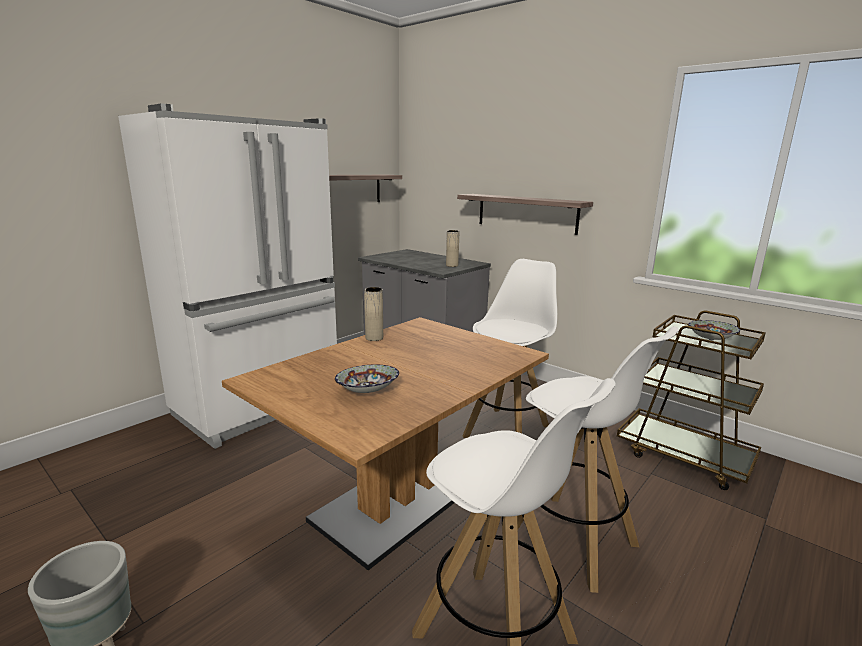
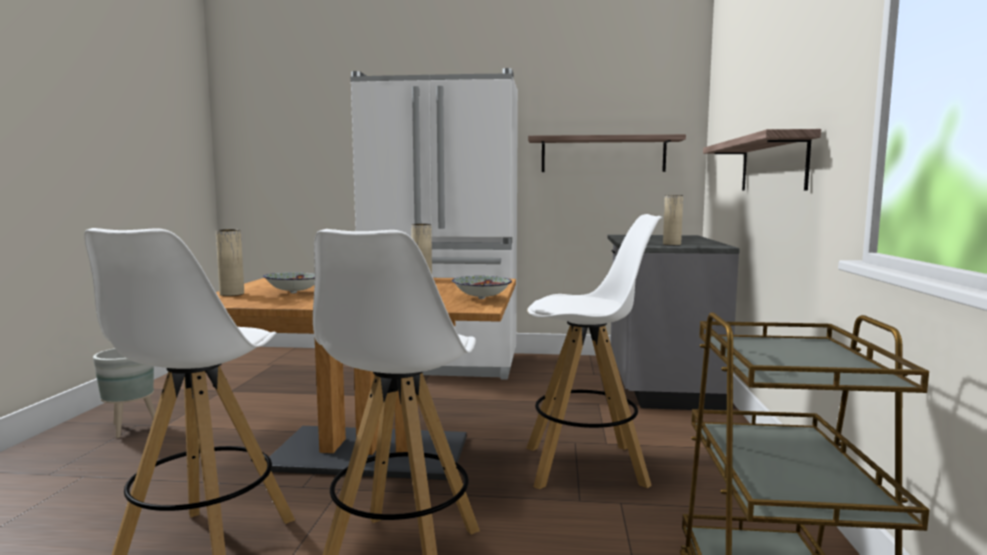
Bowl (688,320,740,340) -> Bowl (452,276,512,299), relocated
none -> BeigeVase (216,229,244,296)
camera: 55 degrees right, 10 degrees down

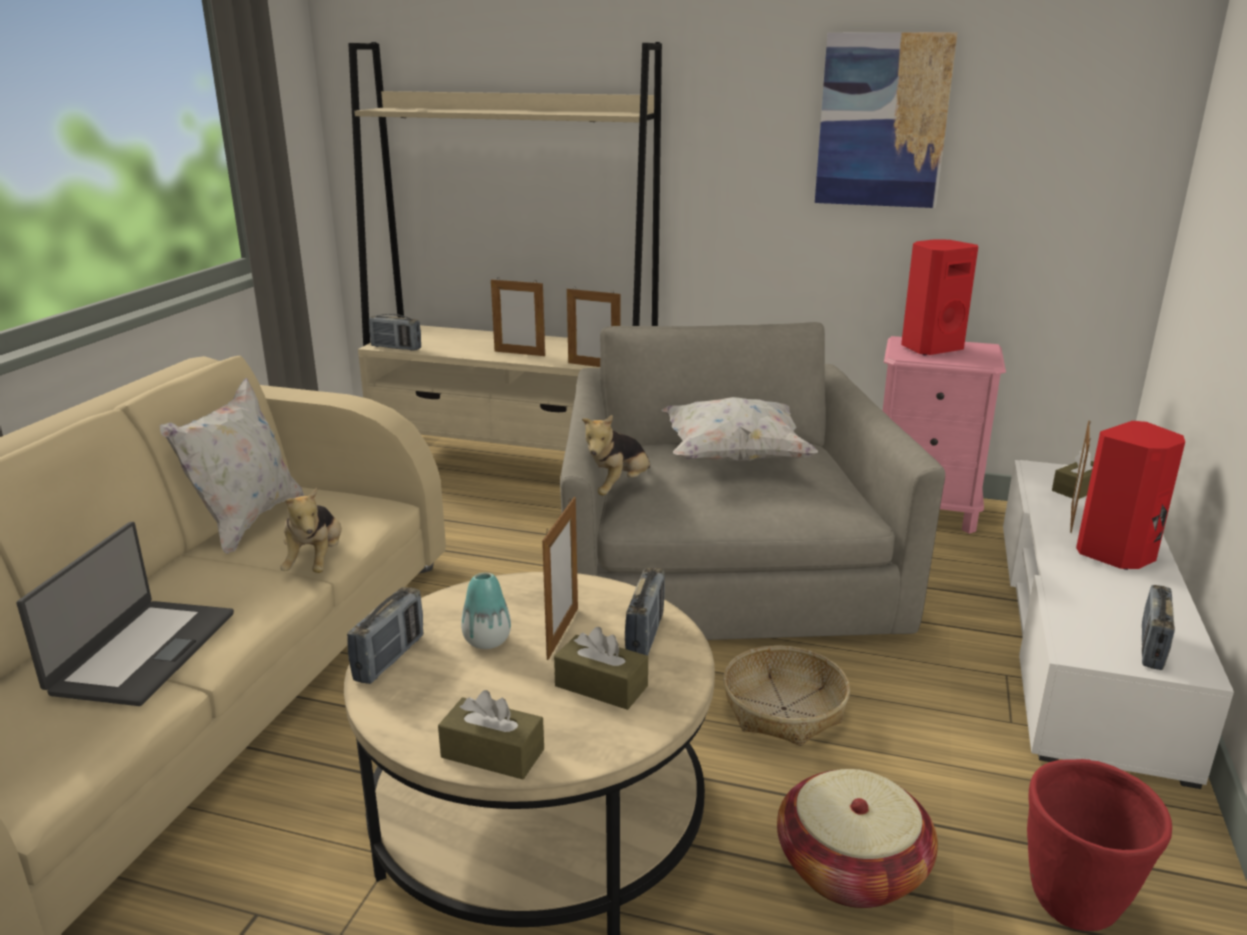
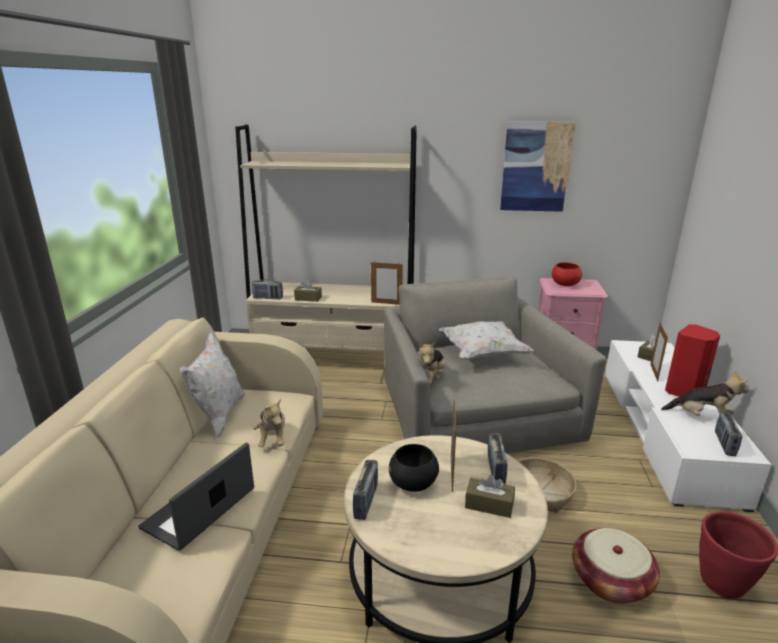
Laptop (17,522,234,706) -> Laptop (138,442,254,551), 150 degrees counterclockwise
BrownTissueBox (438,690,544,780) -> BrownTissueBox (294,279,322,302), relocated
Vase (461,573,511,649) -> BlackBowl (389,444,439,492)
PictureFrame (491,277,545,356) -> none
RedSpeaker (901,239,978,356) -> RedBowl (552,262,582,286)
none -> PlushToy (661,371,748,416)
camera: 10 degrees left, 0 degrees up

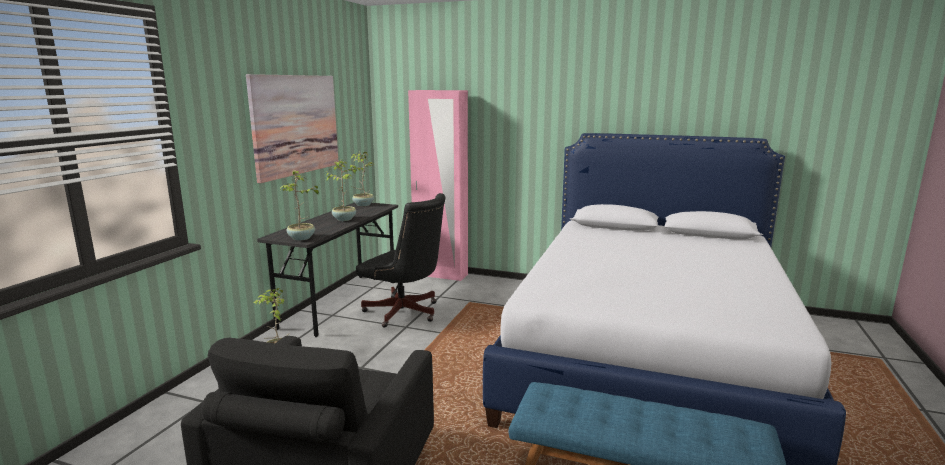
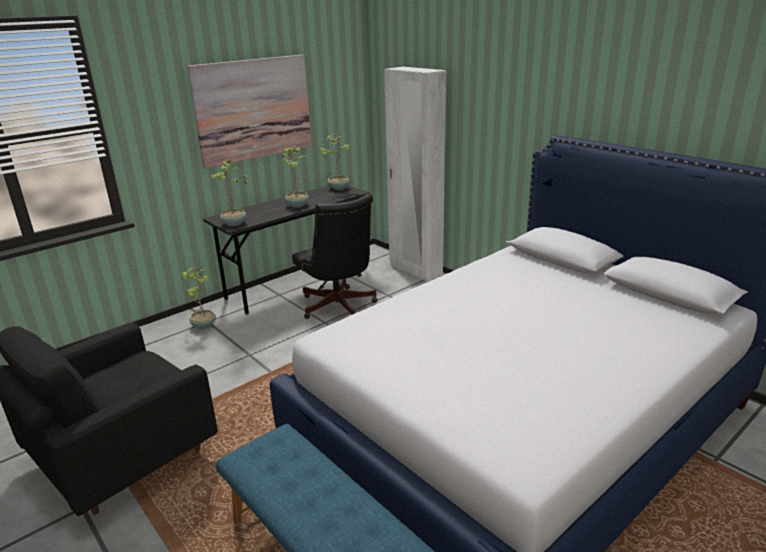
PinkWardrobe (408,90,468,281) -> WhiteWardrobe (384,67,446,281)
camera: 30 degrees right, 10 degrees up

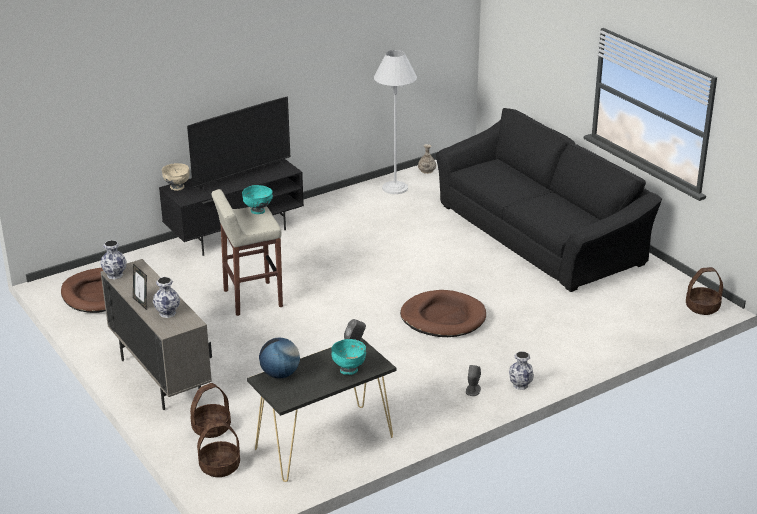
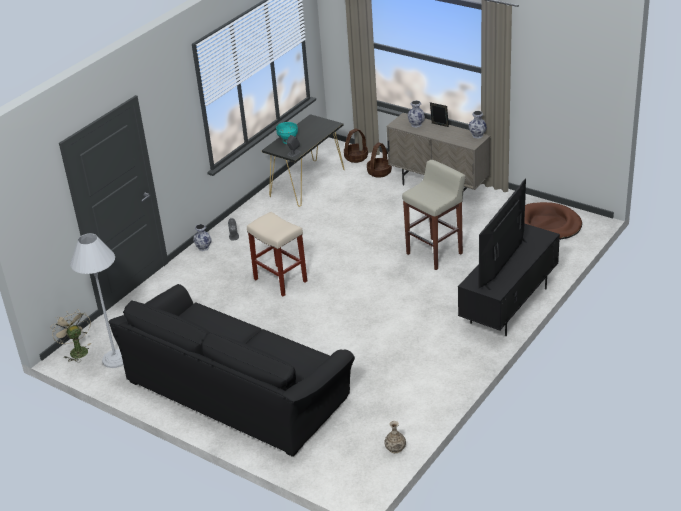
BeigeBowl (162,163,190,191) -> none
TurquoiseBowl (242,185,273,214) -> none
Globe (259,338,300,379) -> none
WhiteFloorLamp (374,50,417,194) -> WhiteFloorLamp (70,233,123,368), relocated
BrownDogBed (400,290,486,337) -> BeigeStool (247,212,307,296)
Basket (686,267,723,315) -> BeigeFan (50,310,92,362)
camera: 160 degrees right, 5 degrees up

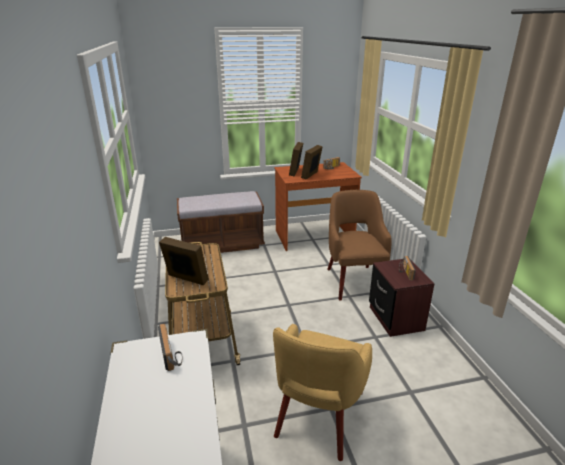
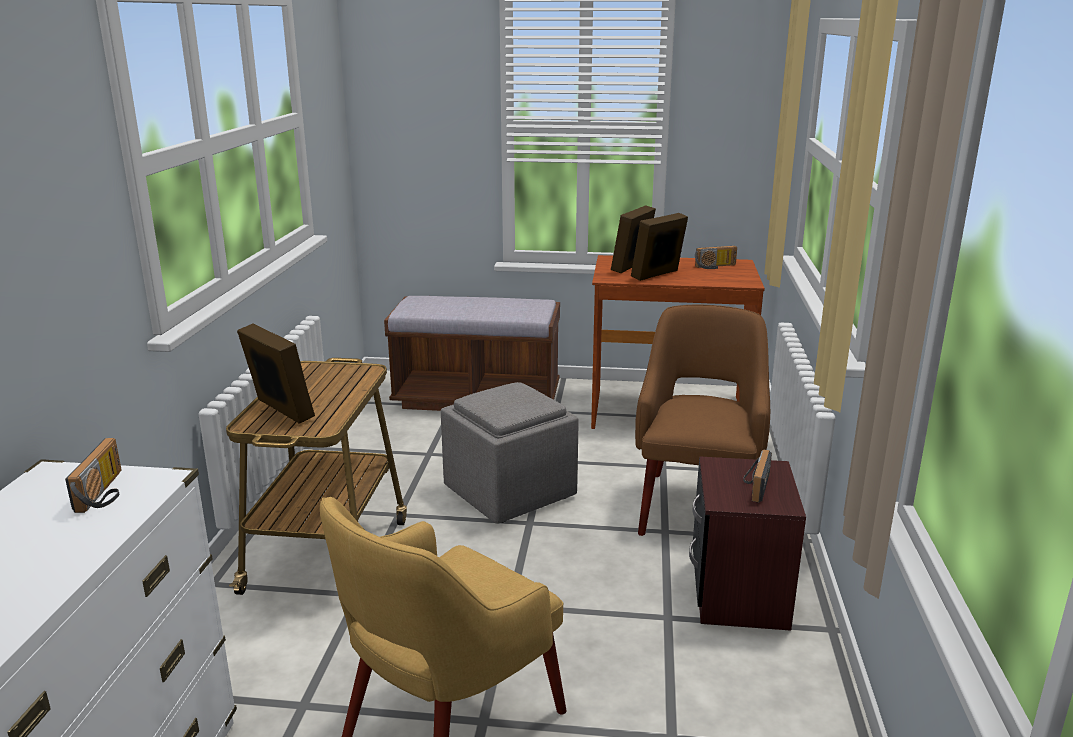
none -> GreyOttoman (441,382,579,524)
camera: 20 degrees right, 5 degrees down

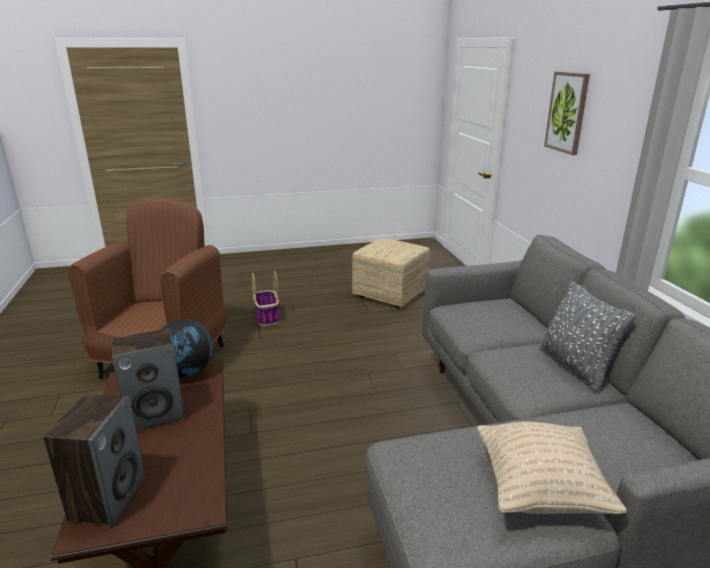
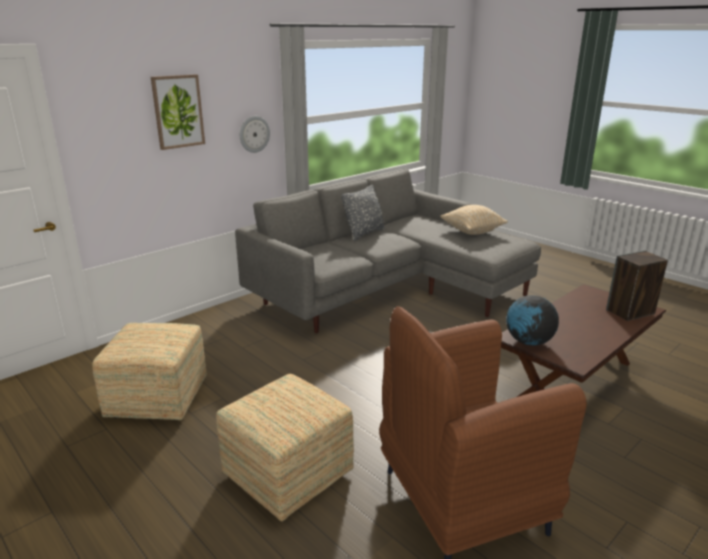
Speaker (112,328,185,431) -> none
Basket (252,271,279,326) -> Ottoman (216,374,354,522)
none -> WallClock (240,116,270,153)
camera: 120 degrees left, 0 degrees up

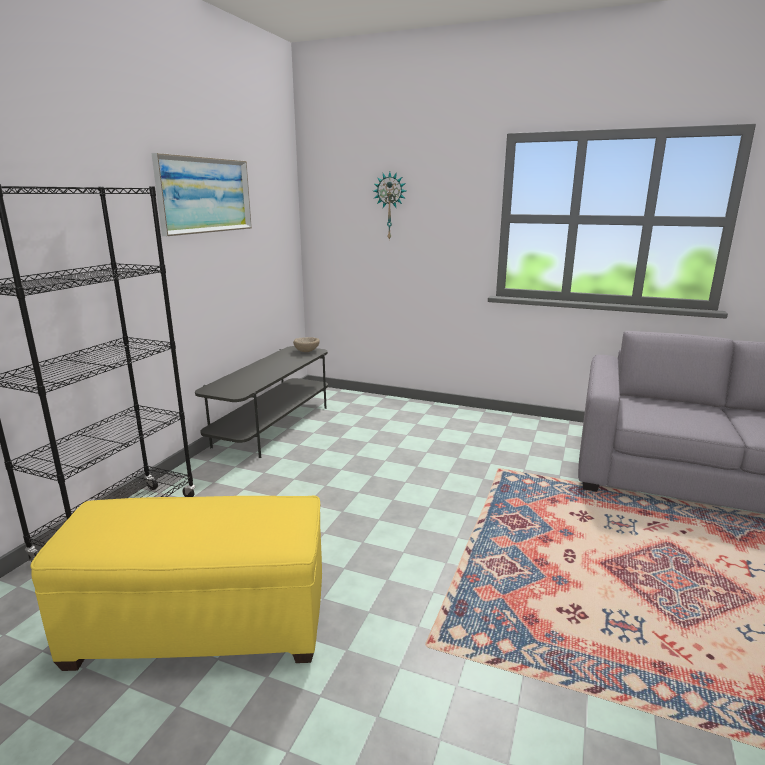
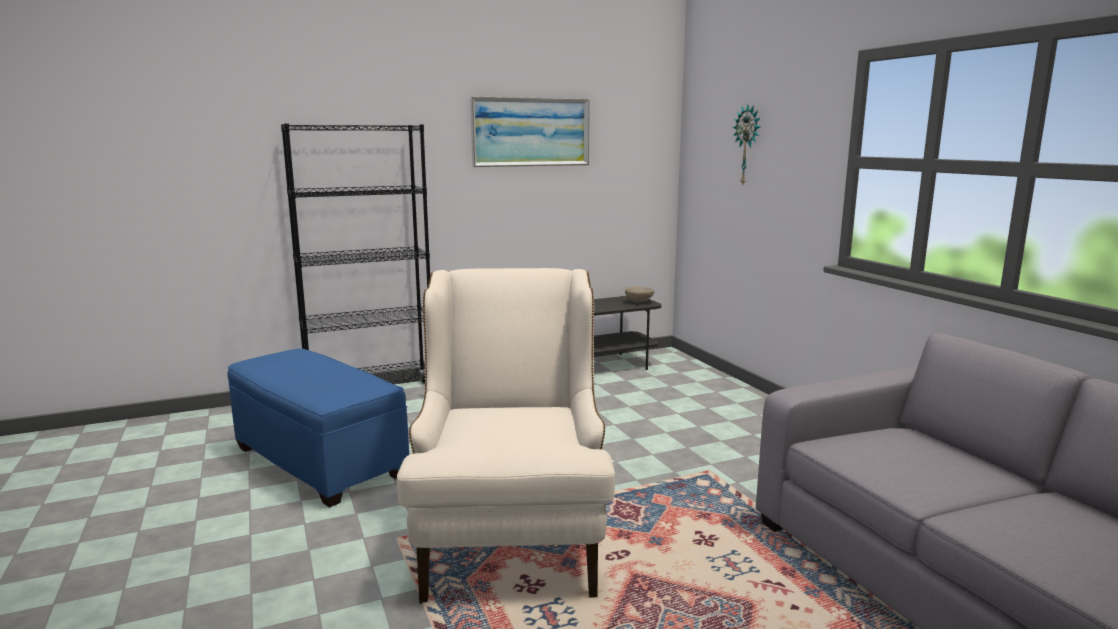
YellowOttoman (30,496,322,671) -> BlueOttoman (227,348,409,508)
none -> BeigeArmchair (397,268,615,604)
camera: 45 degrees right, 5 degrees down

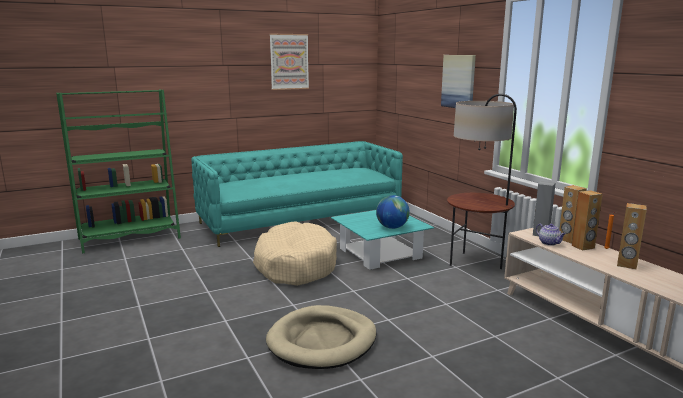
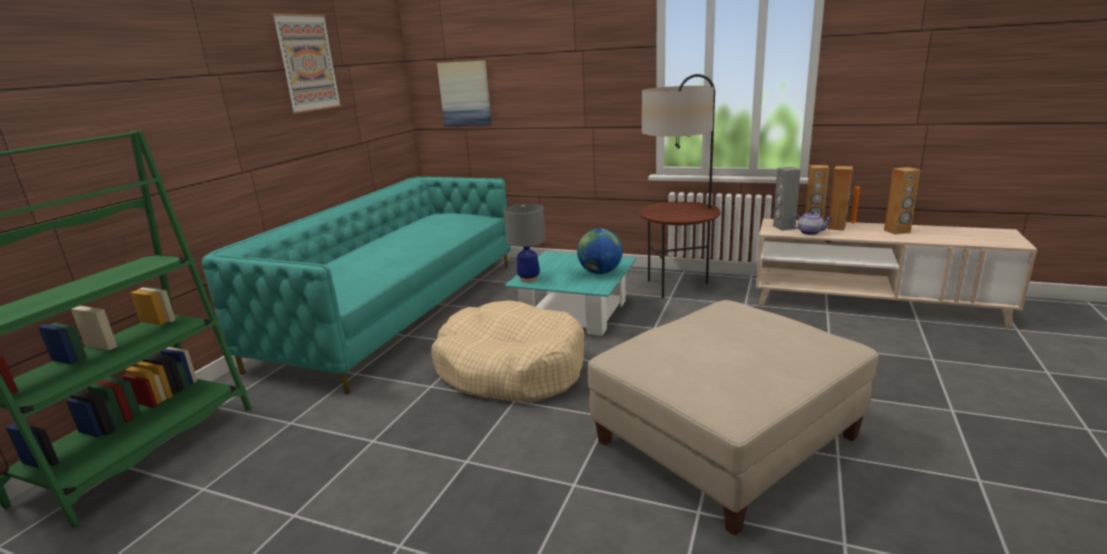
BeigeDogBed (266,305,377,369) -> BeigeOttoman (588,300,879,536)
Picture (441,55,476,108) -> Picture (437,60,492,127), relocated
none -> GreyTableLamp (504,203,545,282)
camera: 40 degrees left, 5 degrees up

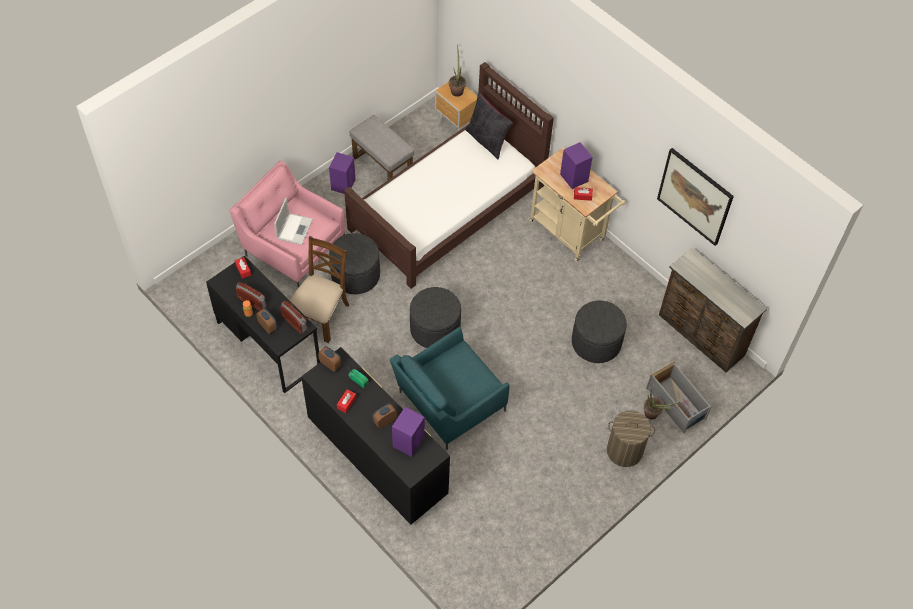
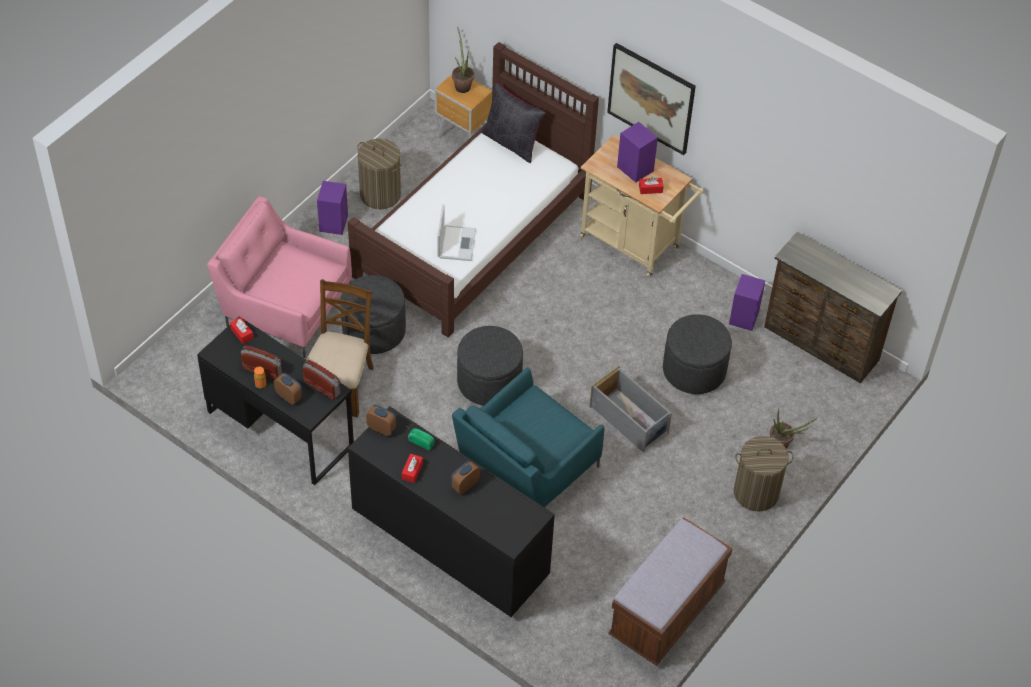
Laptop (274,198,313,245) -> Laptop (437,204,476,261), relocated
GreyOttoman (350,115,414,180) -> LaundryBasket (357,138,402,209)
PurpleSpeaker (392,407,425,457) -> PurpleSpeaker (729,274,766,331), relocated
GreyStorageBox (646,361,711,433) -> GreyStorageBox (589,366,672,453), relocated
Picture (657,148,734,246) -> Picture (607,43,696,155), relocated
none -> BrownBench (608,518,733,666)
camera: 10 degrees left, 5 degrees down

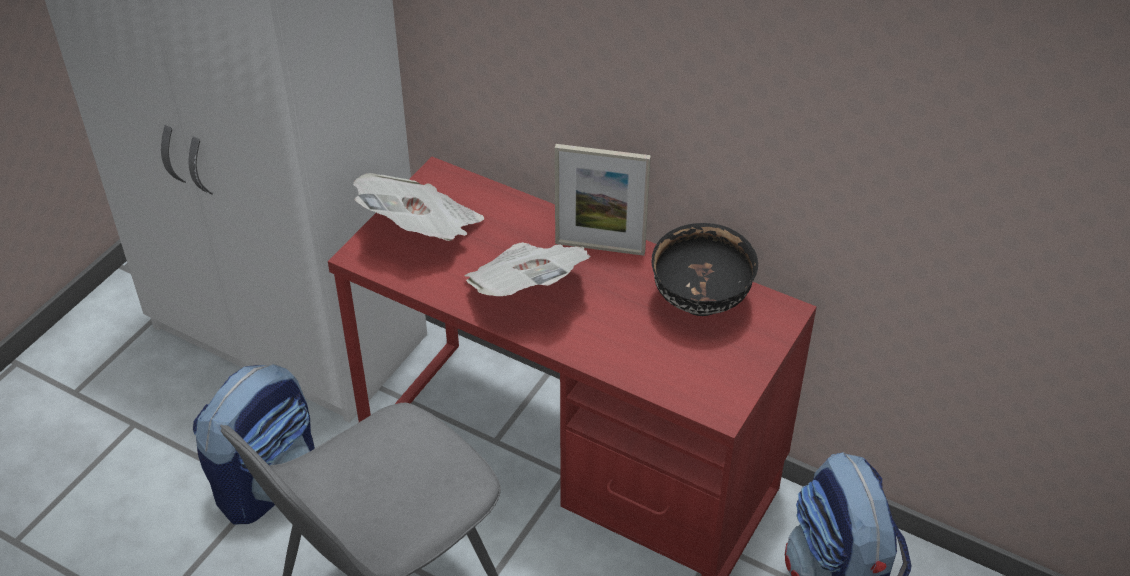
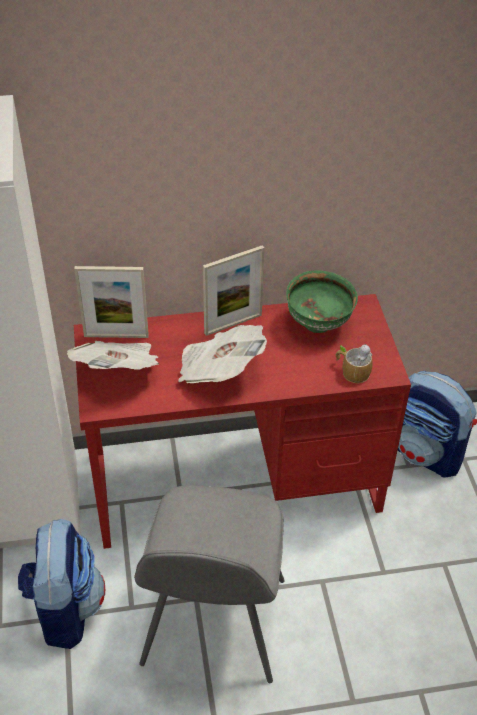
BlackBowl (652,223,758,316) -> GreenBowl (286,270,358,333)
none -> PictureFrame (74,266,149,338)
none -> Mug (336,344,373,383)
camera: 40 degrees left, 0 degrees up

